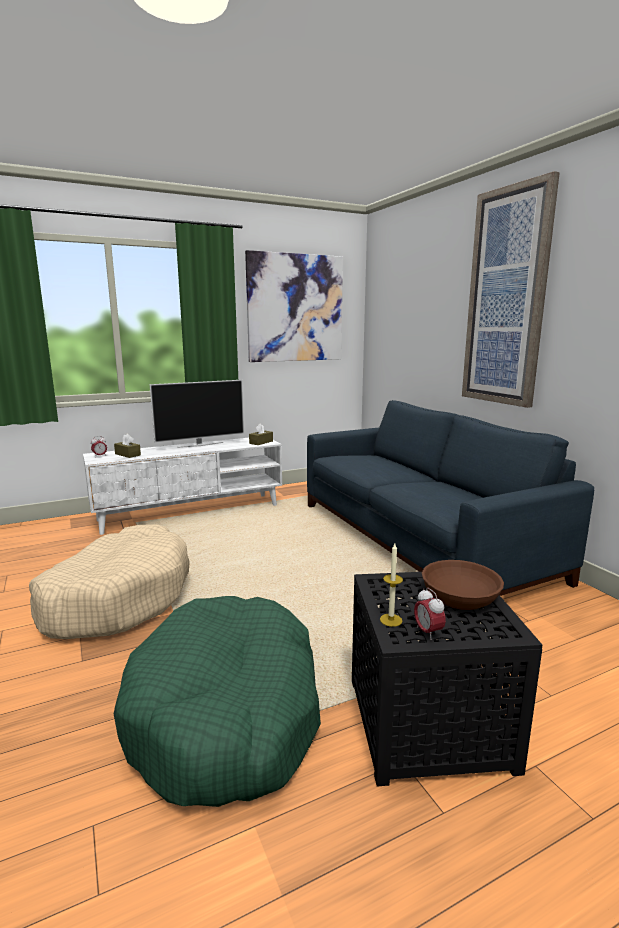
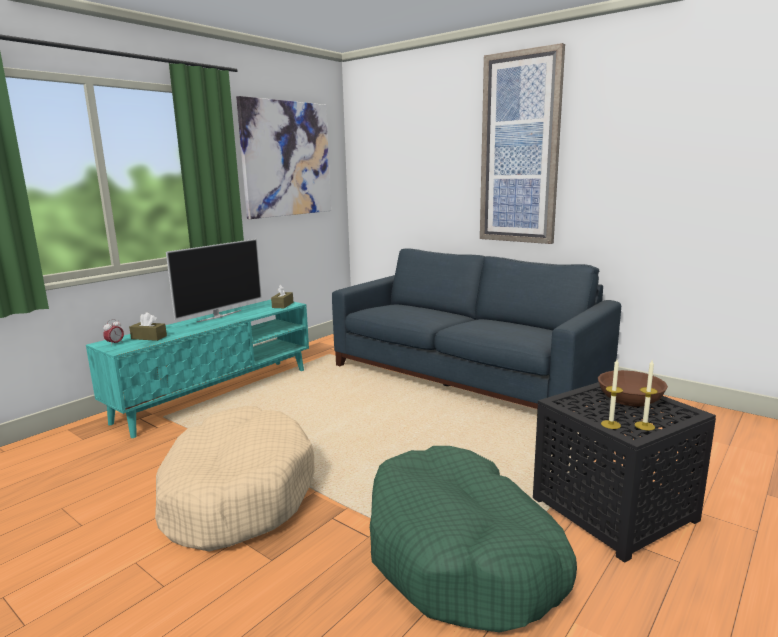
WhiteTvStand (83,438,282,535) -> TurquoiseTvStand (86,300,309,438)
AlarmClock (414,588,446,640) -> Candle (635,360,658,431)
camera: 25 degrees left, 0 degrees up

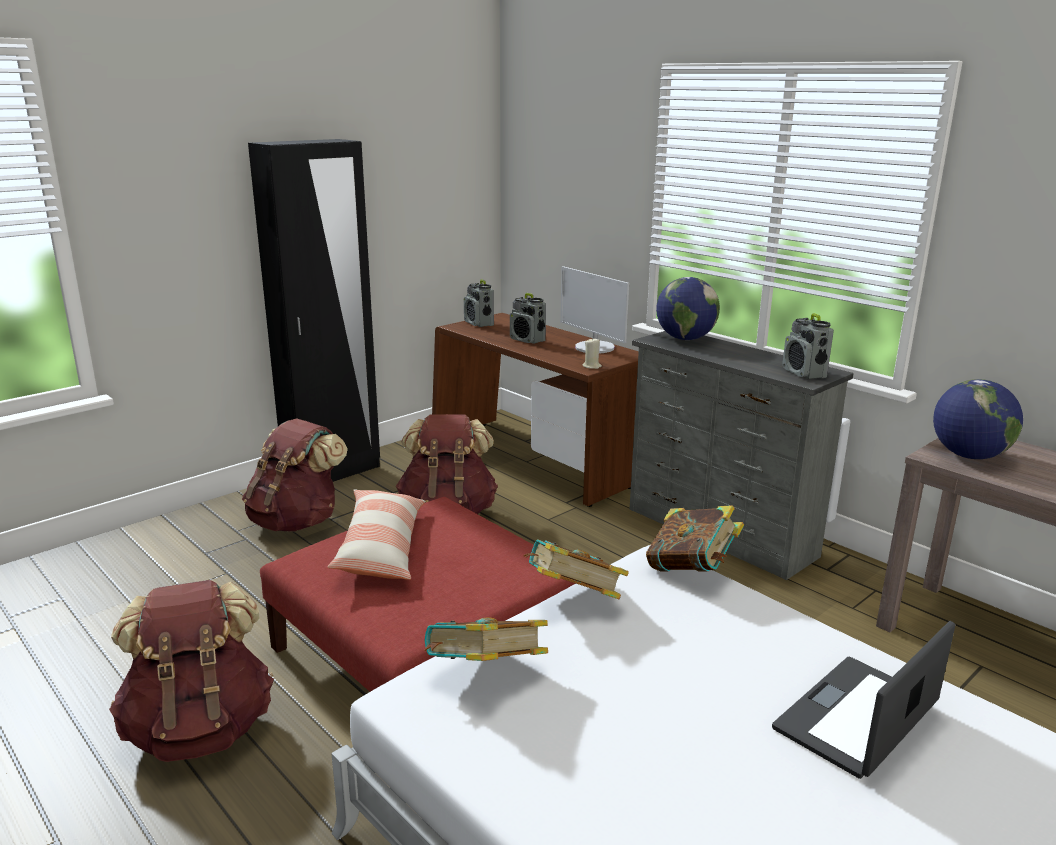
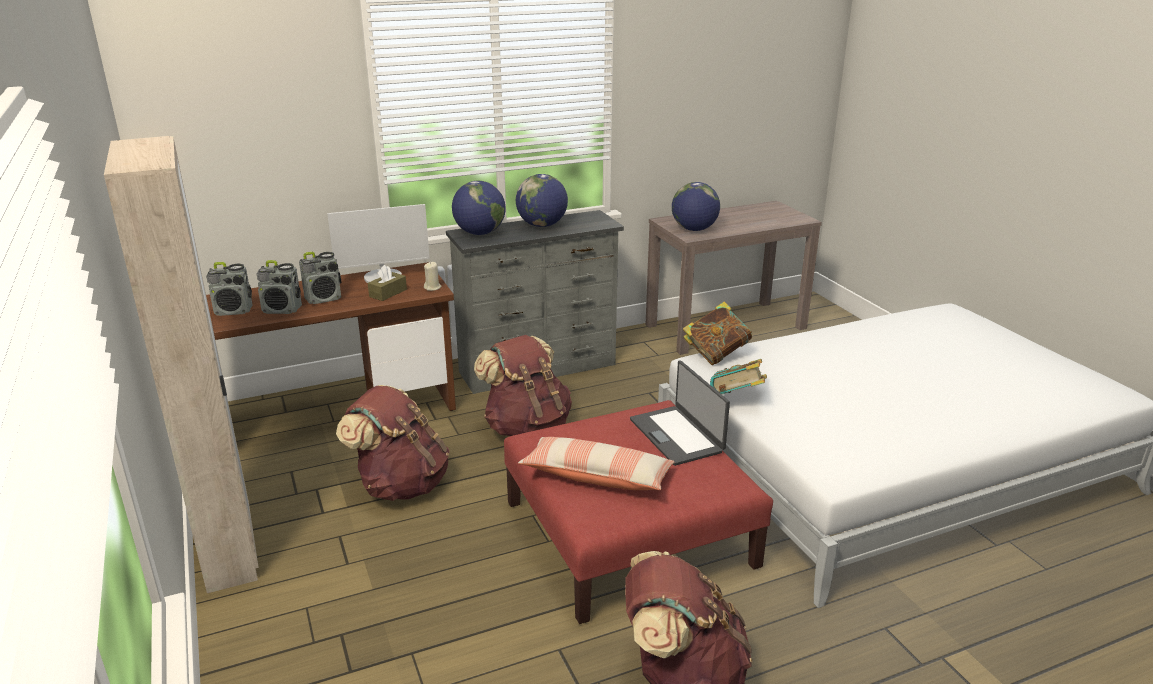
BrownBackpack (242,418,348,532) -> BrownBackpack (474,335,572,437), relocated
BlackWardrobe (248,139,380,482) -> BeigeWardrobe (104,136,259,593)
Book (425,618,548,661) -> none
Laptop (772,621,955,779) -> Laptop (630,361,730,466), relocated
Radio (782,313,834,379) -> Radio (257,260,302,314), relocated
none -> BrownTissueBox (368,265,407,301)
none -> Globe (516,174,568,227)
camera: 70 degrees left, 5 degrees up

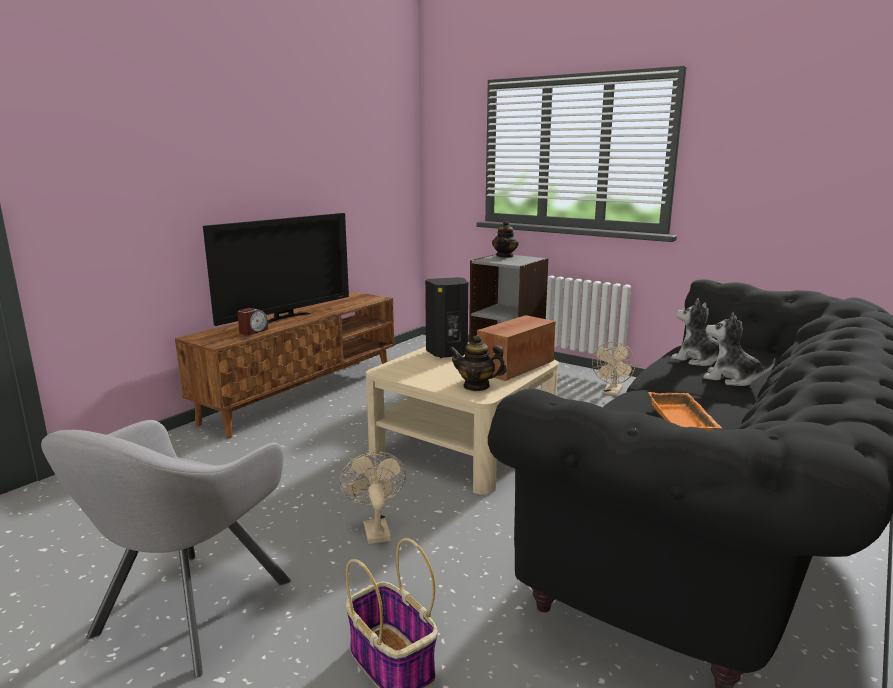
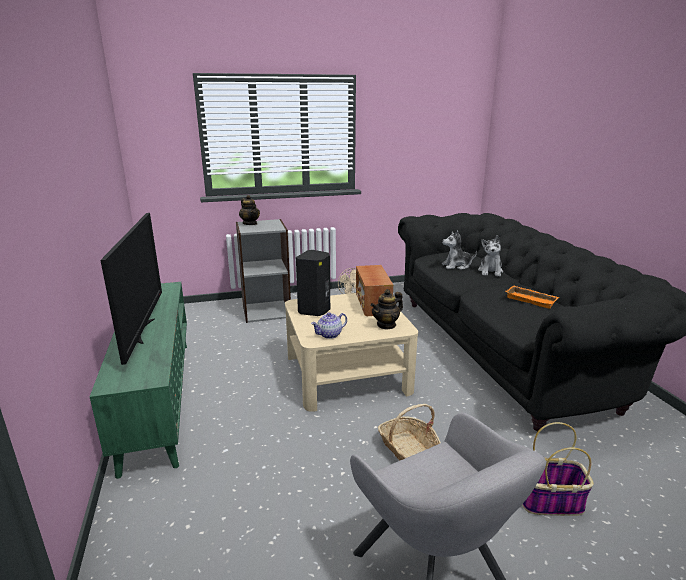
BrownTvStand (175,292,394,439) -> GreenTvStand (90,282,187,479)
AlarmClock (237,308,268,335) -> none
BeigeFan (340,451,406,544) -> Basket (378,404,441,461)
PlushToy (703,312,775,386) -> PlushToy (478,235,503,276), 60 degrees counterclockwise
none -> Teapot (311,312,347,339)
camera: 50 degrees left, 5 degrees up

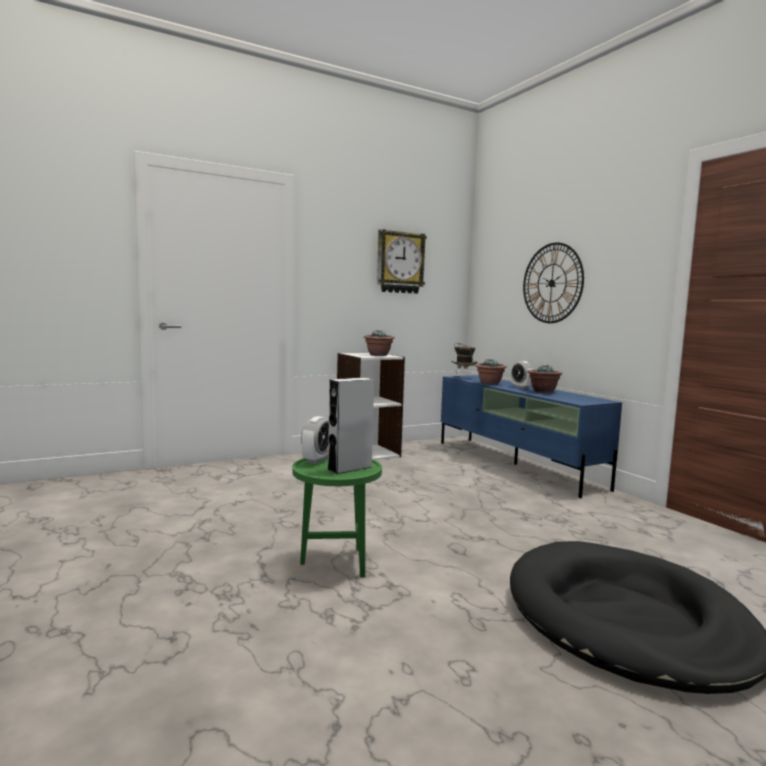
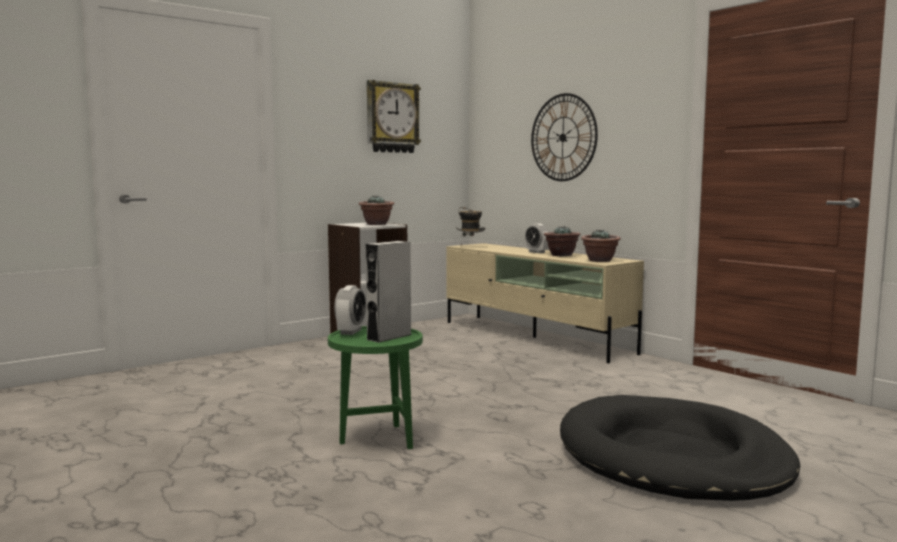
BlueTvStand (441,375,622,498) -> BeigeTvStand (446,243,644,363)
PottedPlant (475,359,507,385) -> PottedPlant (581,229,621,262), relocated
camera: 10 degrees left, 0 degrees up

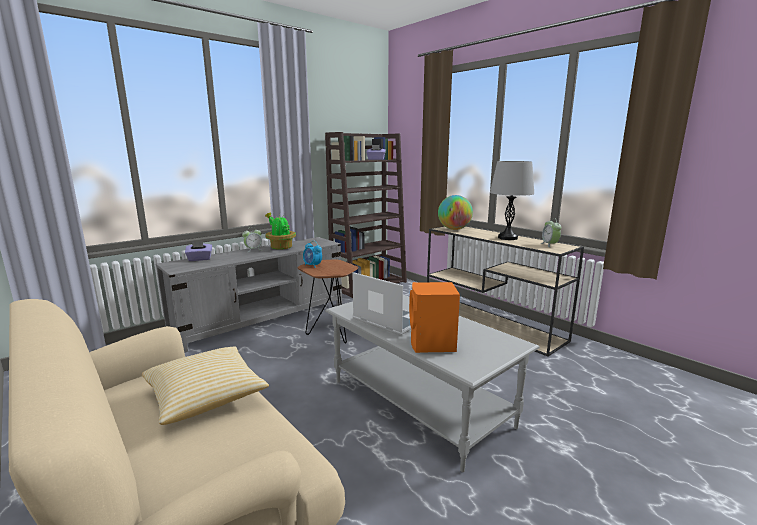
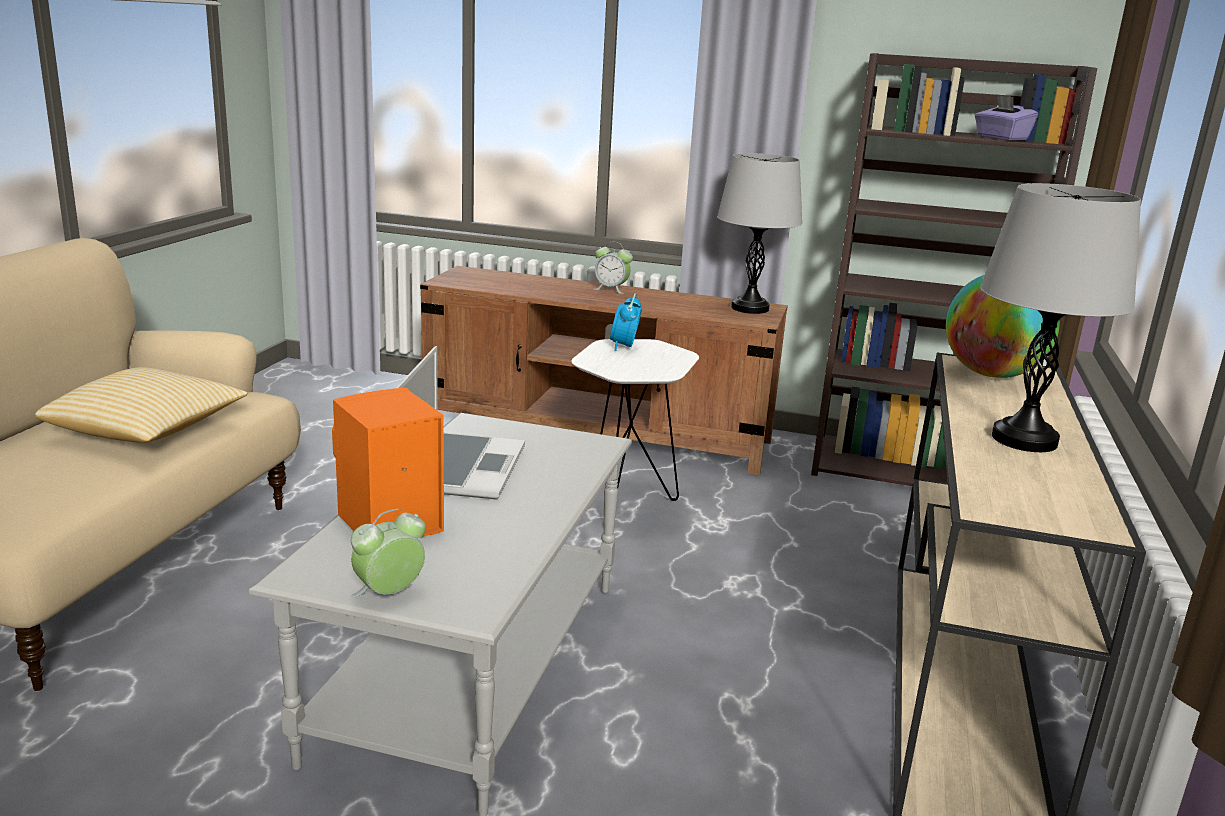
GreyTvStand (156,237,342,353) -> BrownTvStand (420,266,788,476)
PurpleTissueBox (185,241,212,261) -> none
PottedPlant (265,213,296,250) -> none
BrownSideTable (297,259,358,343) -> WhiteSideTable (571,339,699,501)
AlarmClock (541,218,561,248) -> AlarmClock (351,509,426,597), relocated
none -> GreyTableLamp (717,153,802,314)
camera: 55 degrees right, 5 degrees up

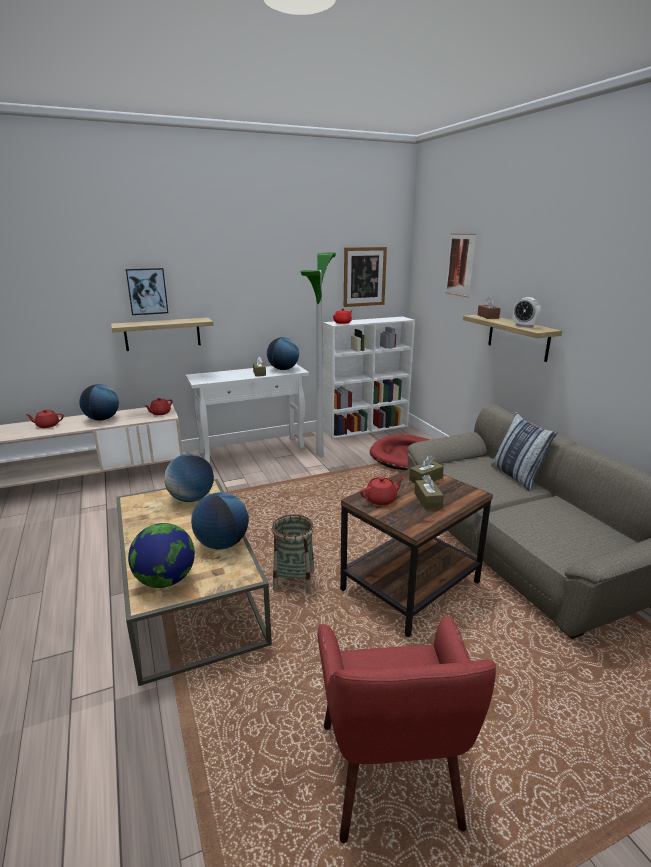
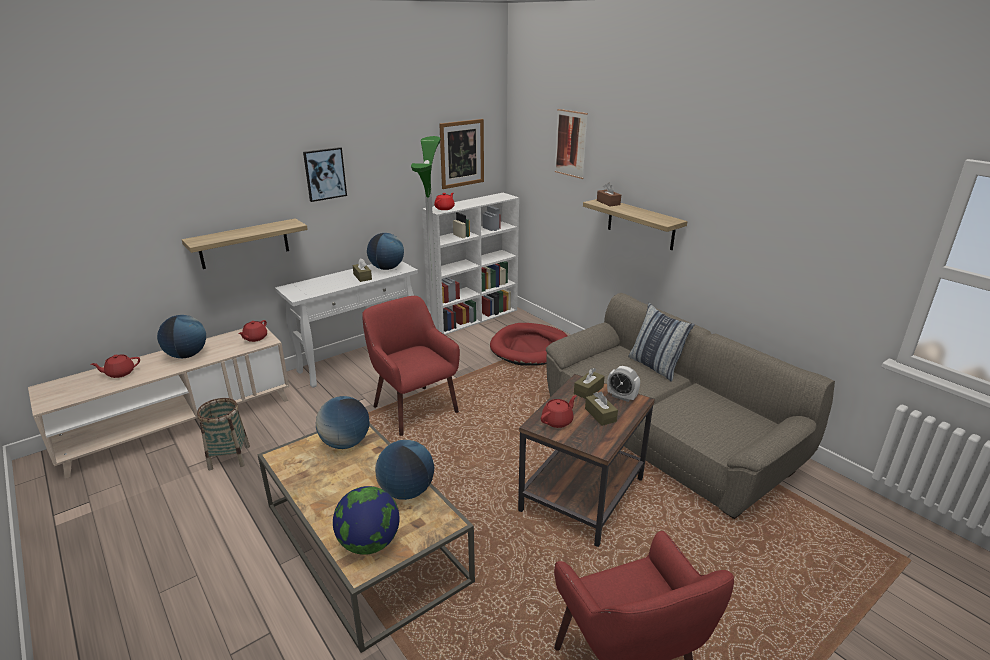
Picture (126,268,168,315) -> Picture (303,147,347,202), relocated
Basket (272,514,315,593) -> Basket (197,398,250,470), relocated
AlarmClock (513,297,541,328) -> AlarmClock (607,366,640,402), relocated
none -> RedArmchair (362,296,460,436)
camera: 15 degrees left, 5 degrees up

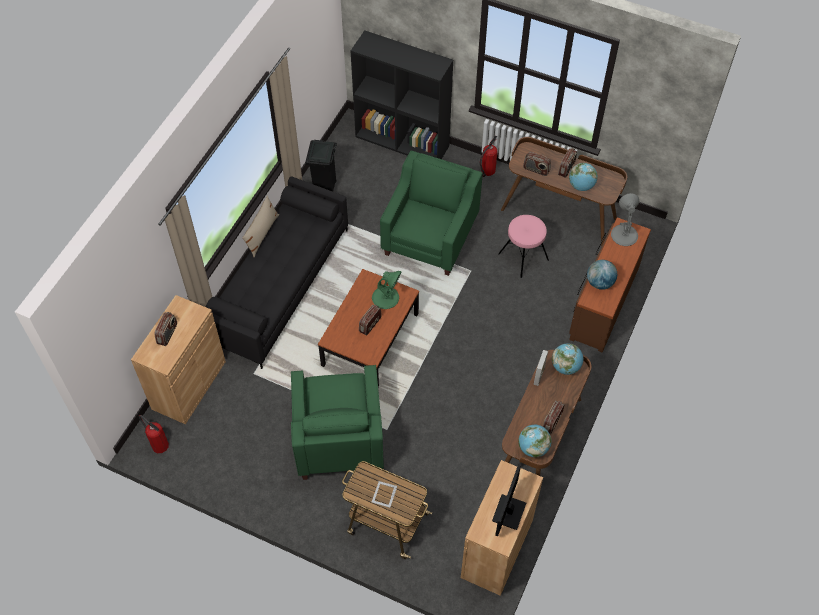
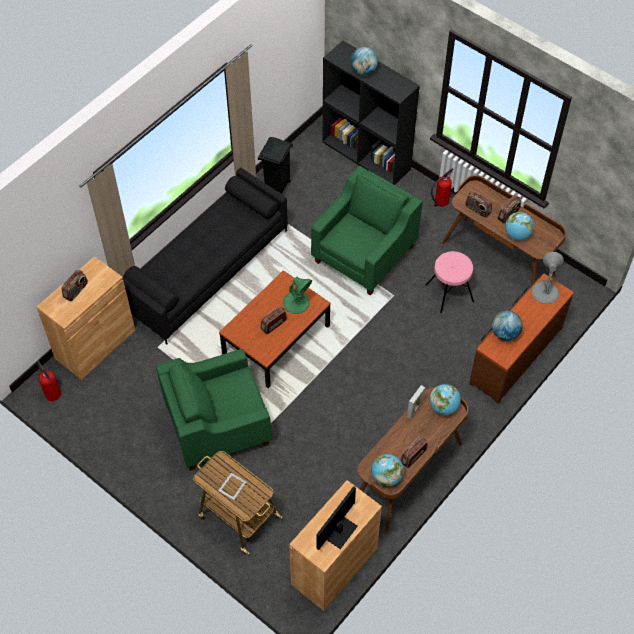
BeigePillow (242,195,279,257) -> none
GreenArmchair (291,365,384,480) -> GreenArmchair (156,349,272,471), 60 degrees clockwise
none -> Globe (350,47,378,76)
camera: 15 degrees right, 0 degrees up

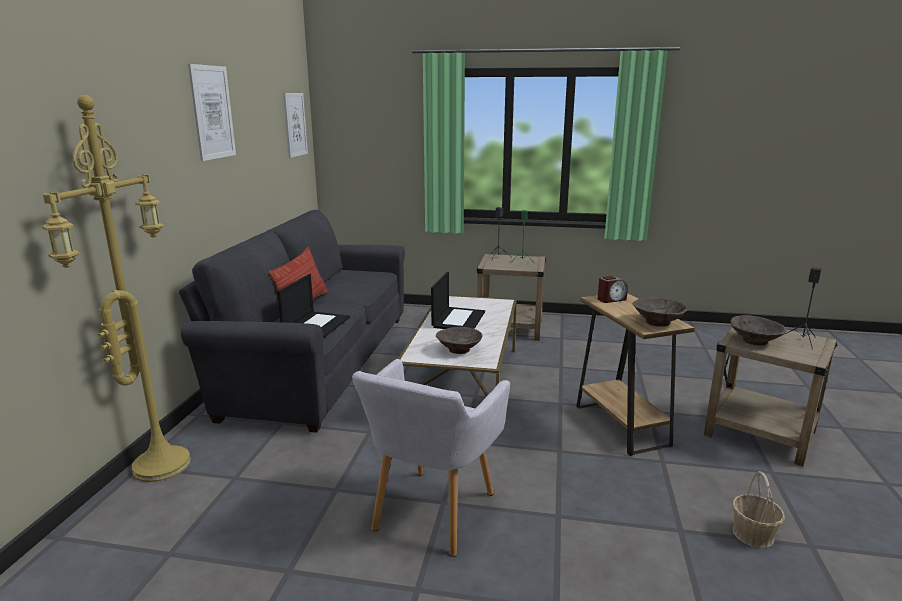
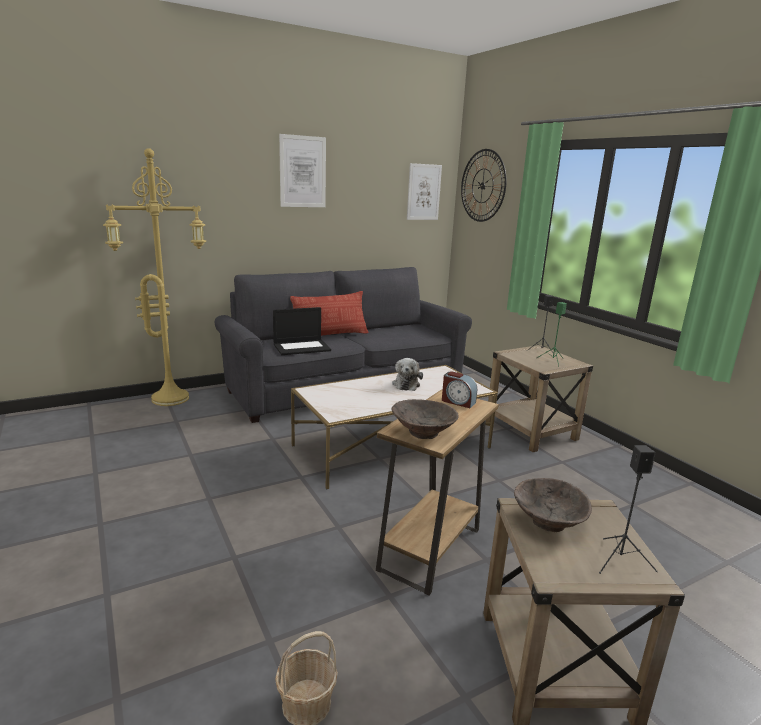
GreyArmchair (352,359,510,557) -> none
Laptop (431,272,485,329) -> PlushToy (392,358,423,391)
BrownBowl (436,327,483,354) -> none
none -> WallClock (461,149,507,222)
camera: 50 degrees right, 0 degrees up

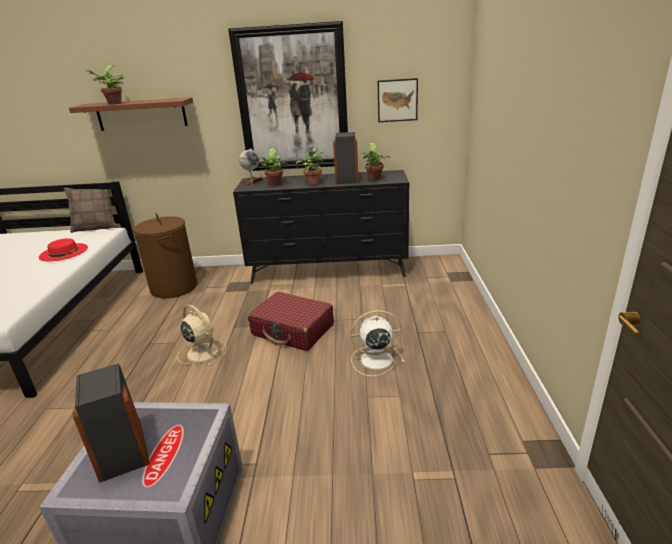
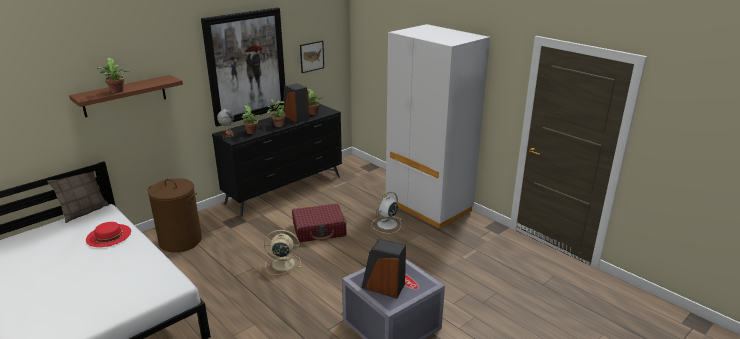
none -> WhiteWardrobe (386,24,490,229)
camera: 45 degrees left, 0 degrees up

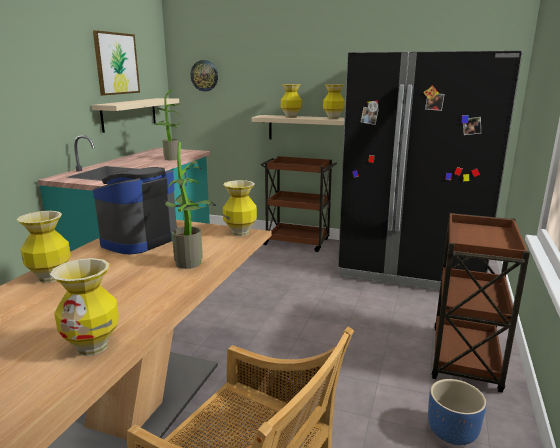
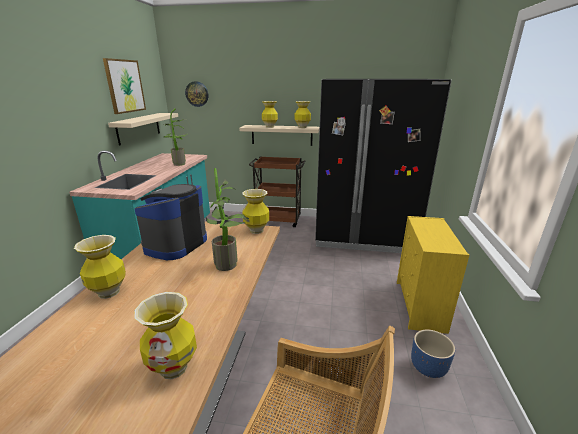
BrownCart (431,213,530,393) -> YellowDresser (397,216,469,334)
camera: 10 degrees left, 5 degrees up

